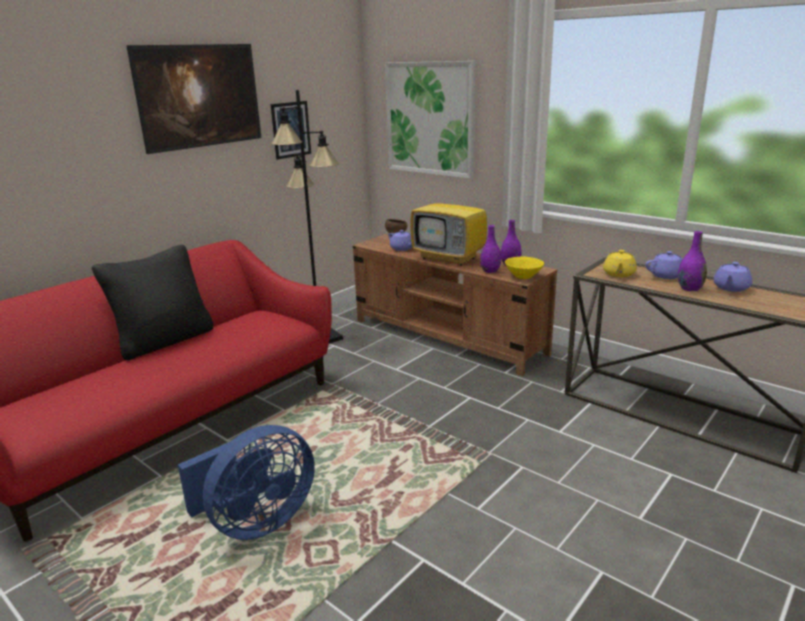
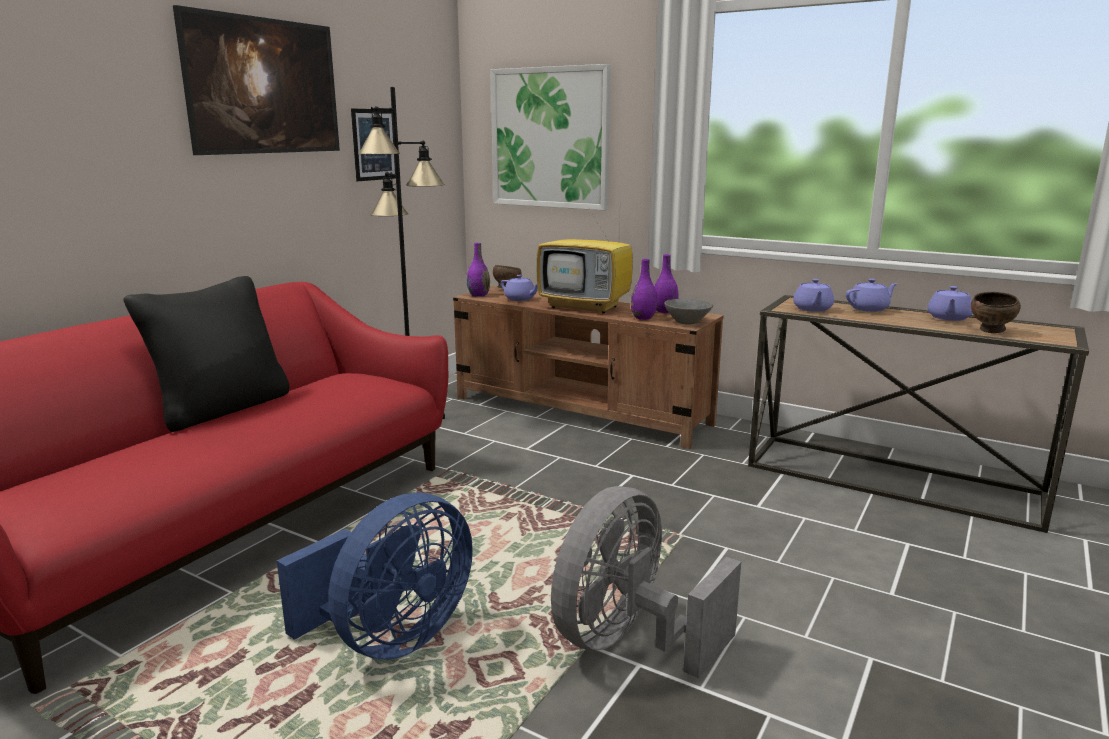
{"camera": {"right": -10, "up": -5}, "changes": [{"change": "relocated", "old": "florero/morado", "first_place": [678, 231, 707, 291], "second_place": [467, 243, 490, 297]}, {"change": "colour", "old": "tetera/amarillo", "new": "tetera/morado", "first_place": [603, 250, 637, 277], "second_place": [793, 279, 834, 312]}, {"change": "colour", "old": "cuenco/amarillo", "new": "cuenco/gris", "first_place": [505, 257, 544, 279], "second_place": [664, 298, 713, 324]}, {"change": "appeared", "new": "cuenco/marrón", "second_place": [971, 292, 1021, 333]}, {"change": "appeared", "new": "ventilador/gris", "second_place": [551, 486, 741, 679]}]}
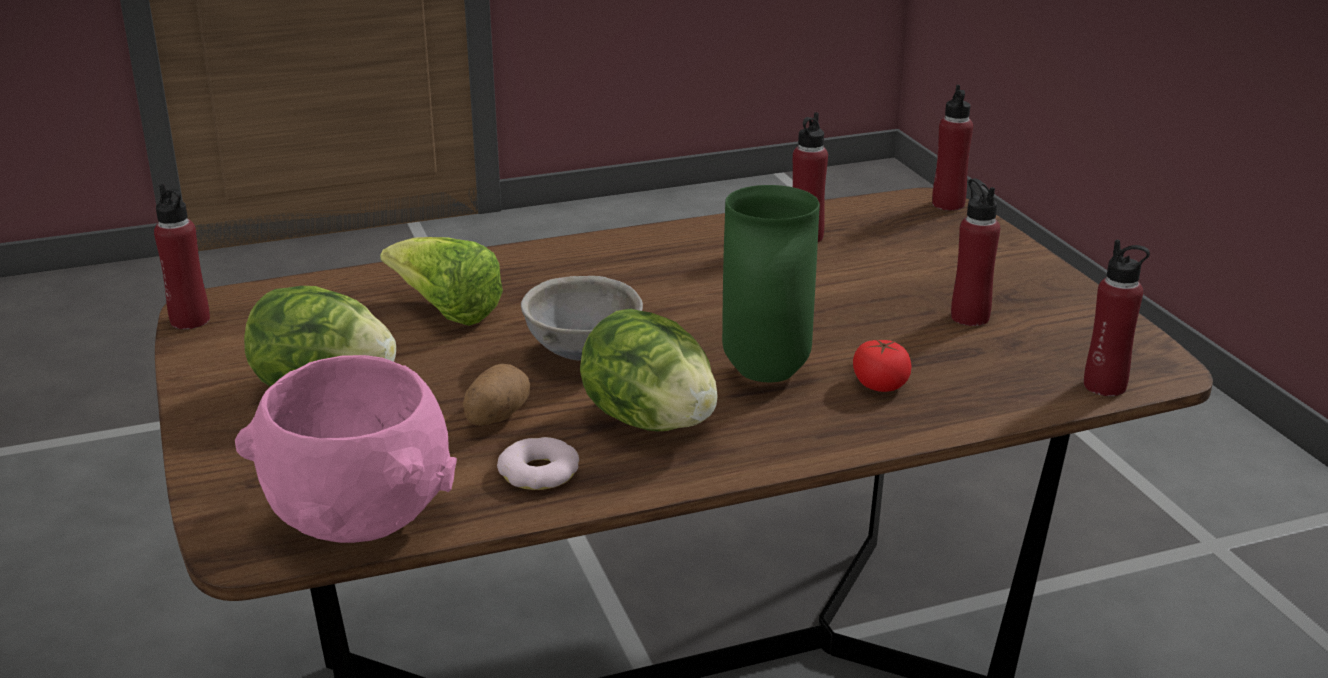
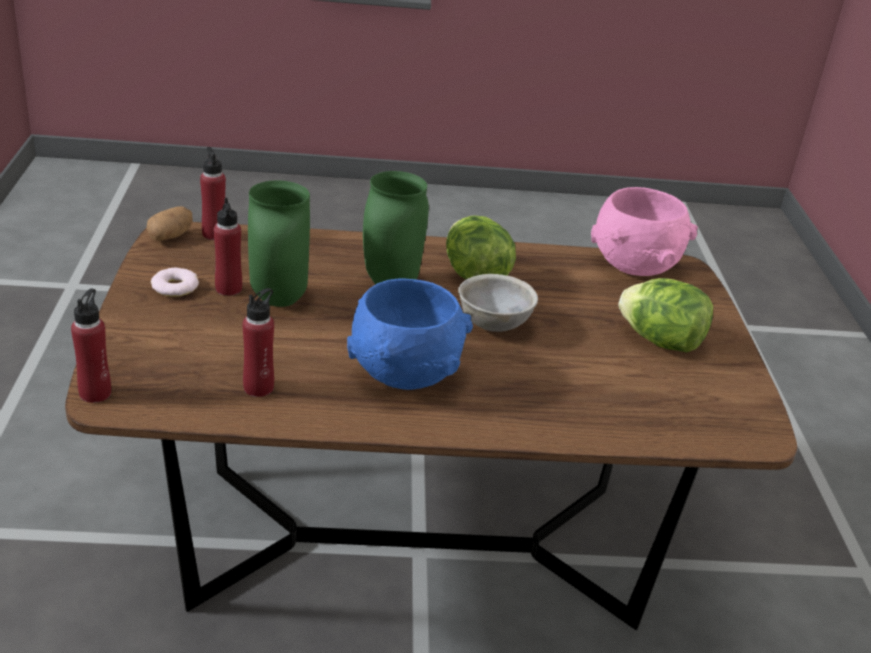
{"camera": {"right": -165, "up": 5}, "changes": [{"change": "missing", "old": "botella/rojo", "first_place": [154, 184, 210, 329]}, {"change": "missing", "old": "lechuga", "first_place": [380, 237, 503, 326]}, {"change": "missing", "old": "tomate", "first_place": [853, 338, 911, 392]}, {"change": "relocated", "old": "patata", "first_place": [463, 364, 530, 426], "second_place": [147, 206, 193, 241]}, {"change": "relocated", "old": "rosquilla", "first_place": [497, 437, 579, 490], "second_place": [151, 268, 199, 297]}, {"change": "appeared", "new": "florero/verde", "second_place": [248, 180, 310, 307]}, {"change": "appeared", "new": "cuenco/azul", "second_place": [347, 279, 473, 390]}]}
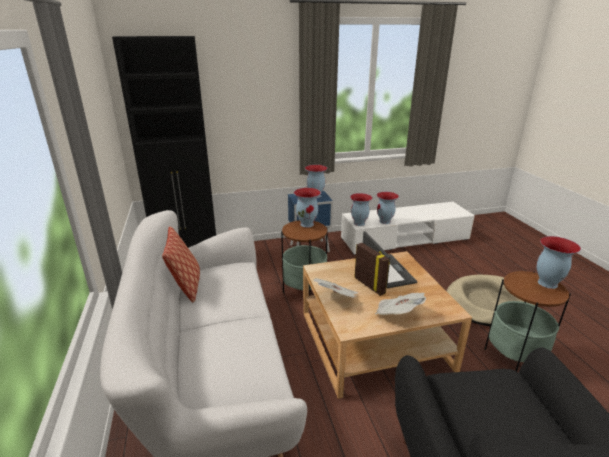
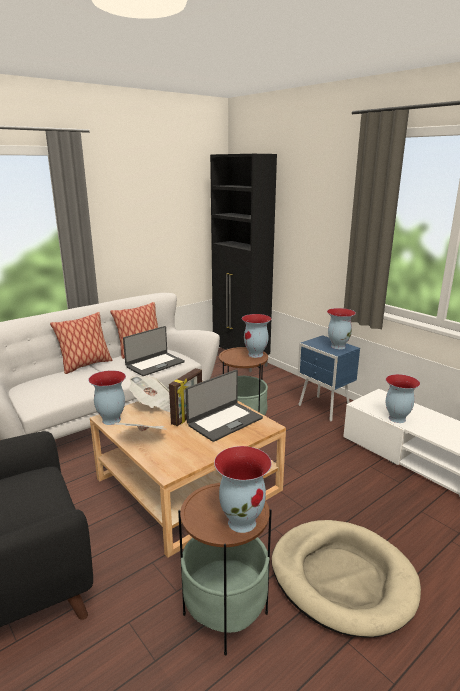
{"camera": {"right": 65, "up": -5}, "changes": [{"change": "relocated", "old": "florero", "first_place": [350, 193, 372, 226], "second_place": [88, 370, 126, 425]}, {"change": "appeared", "new": "cojín", "second_place": [50, 312, 113, 374]}, {"change": "appeared", "new": "portátil", "second_place": [123, 326, 185, 376]}]}
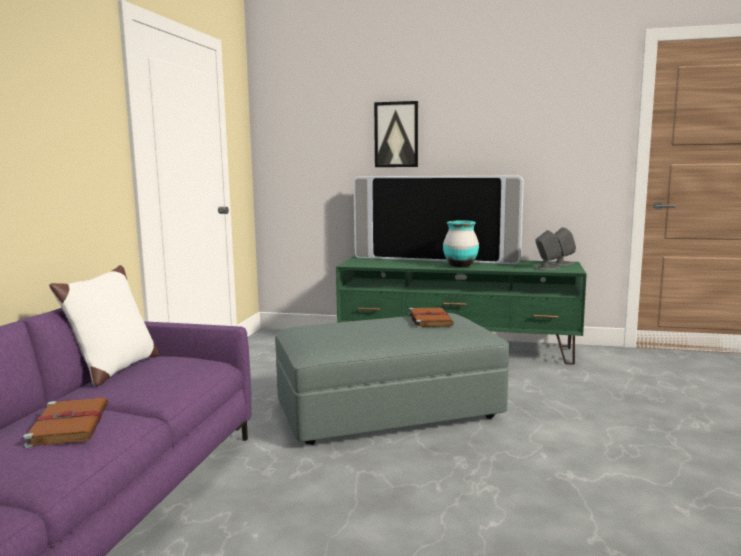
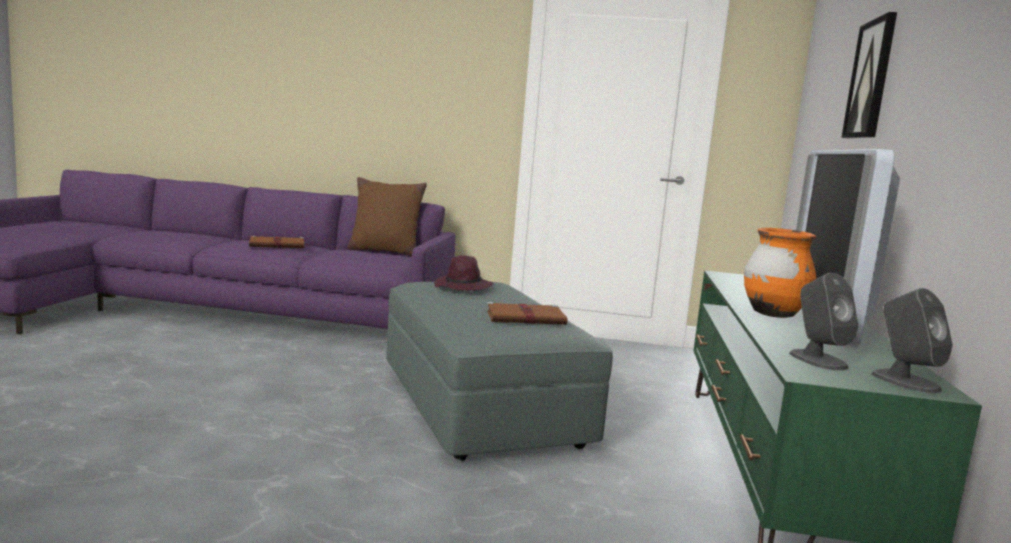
{"camera": {"right": 85, "up": 0}, "changes": [{"change": "colour", "old": "florero/turquesa", "new": "florero/naranja", "first_place": [443, 220, 479, 268], "second_place": [744, 228, 817, 318]}, {"change": "colour", "old": "cojín/blanco", "new": "cojín/marrón", "first_place": [49, 265, 159, 386], "second_place": [347, 177, 427, 257]}, {"change": "appeared", "new": "sombrero/morado", "second_place": [434, 255, 494, 291]}]}
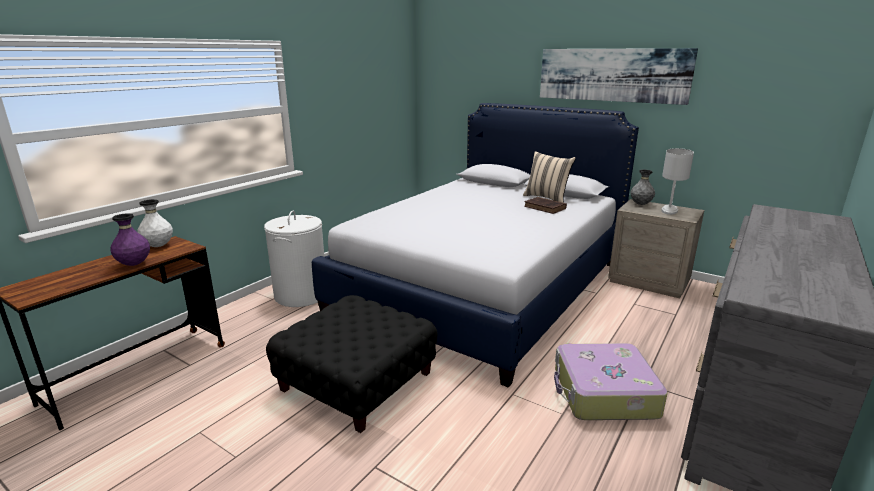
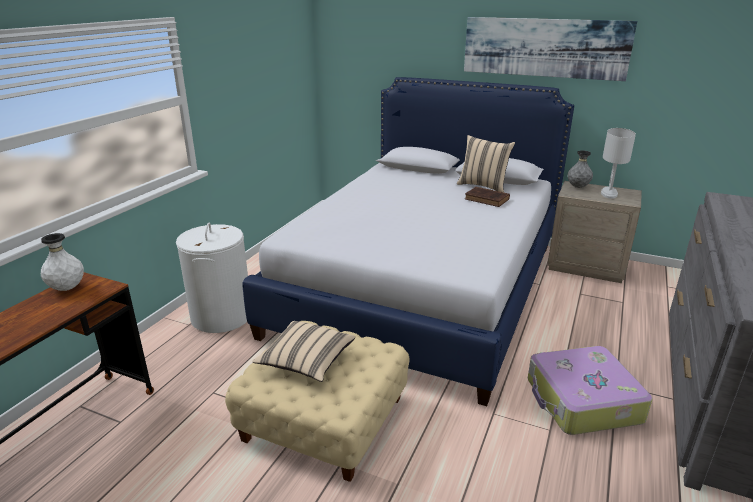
{"camera": {"right": -10, "up": 5}, "changes": [{"change": "missing", "old": "florero/morado", "first_place": [110, 213, 150, 266]}, {"change": "colour", "old": "puf/negro", "new": "puf/beis", "first_place": [266, 295, 437, 433], "second_place": [225, 321, 409, 482]}, {"change": "appeared", "new": "cojín/beis", "second_place": [252, 321, 355, 382]}]}
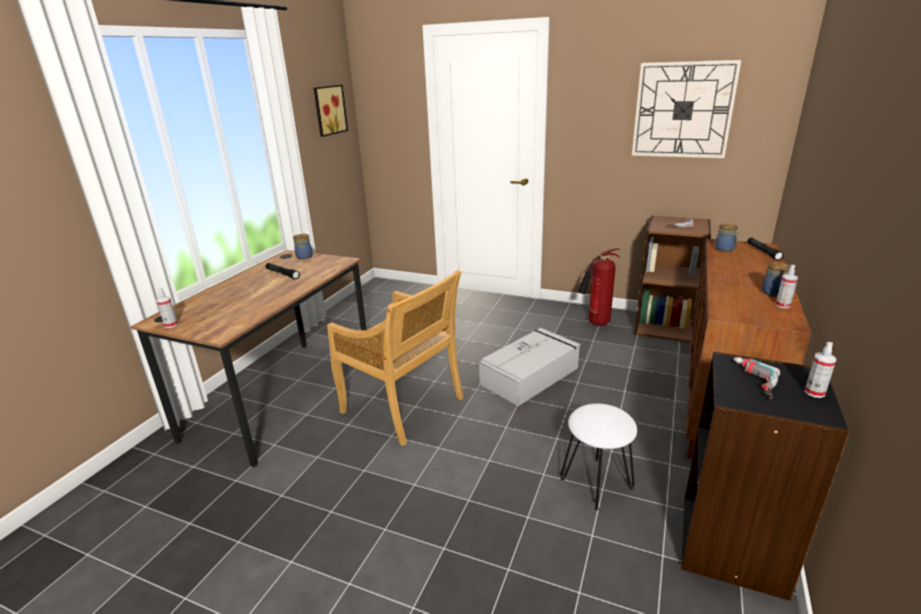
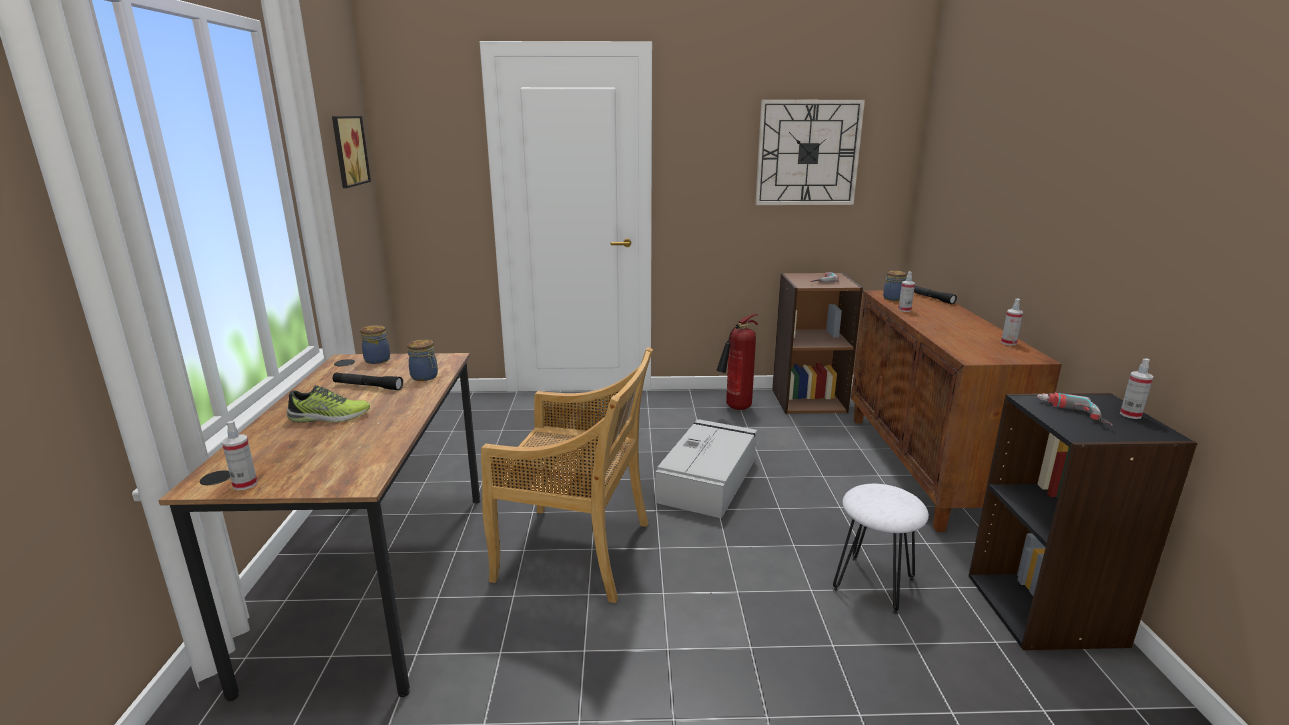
{"camera": {"right": -25, "up": -5}, "changes": [{"change": "relocated", "old": "tarro", "first_place": [762, 262, 790, 297], "second_place": [407, 339, 438, 381]}, {"change": "appeared", "new": "pulverizador", "second_place": [898, 271, 915, 312]}, {"change": "appeared", "new": "zapato", "second_place": [287, 385, 370, 423]}]}
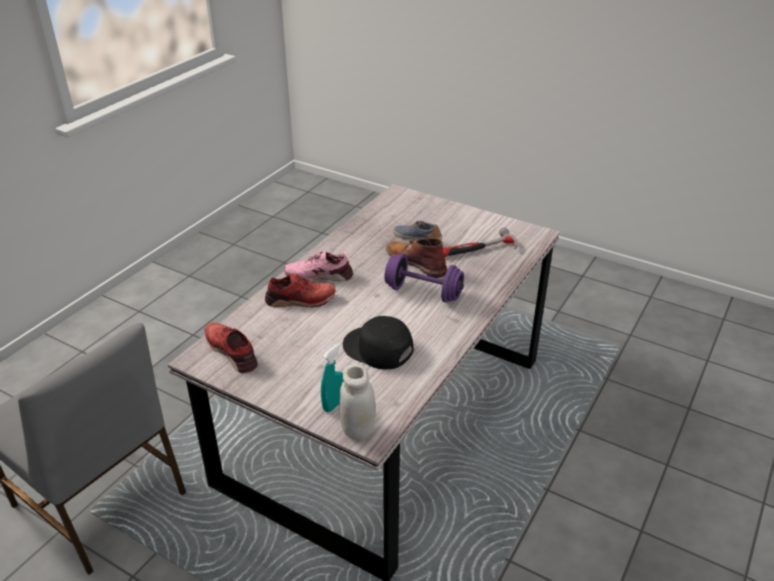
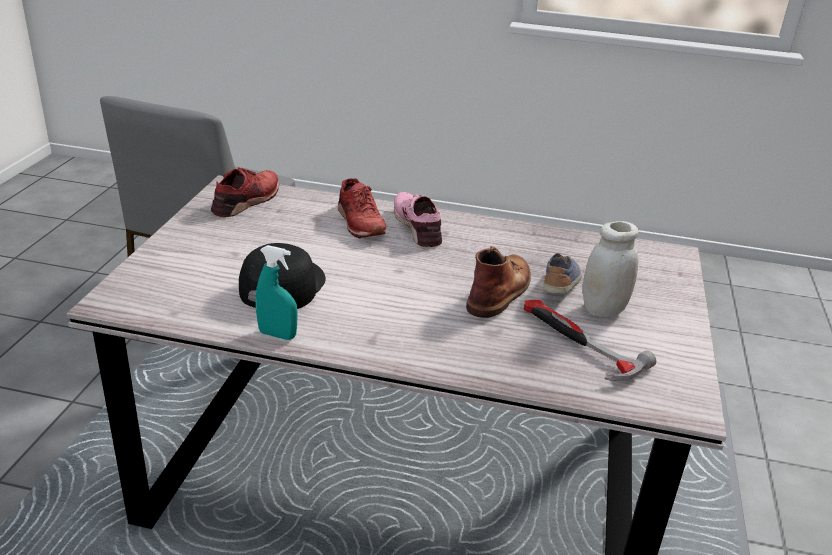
{"camera": {"right": 70, "up": -5}, "changes": [{"change": "missing", "old": "mancuerna/morado", "first_place": [384, 253, 464, 303]}, {"change": "relocated", "old": "pulverizador/turquesa", "first_place": [321, 343, 343, 412], "second_place": [256, 245, 297, 340]}, {"change": "relocated", "old": "tarro/blanco", "first_place": [340, 364, 376, 440], "second_place": [583, 221, 639, 317]}]}
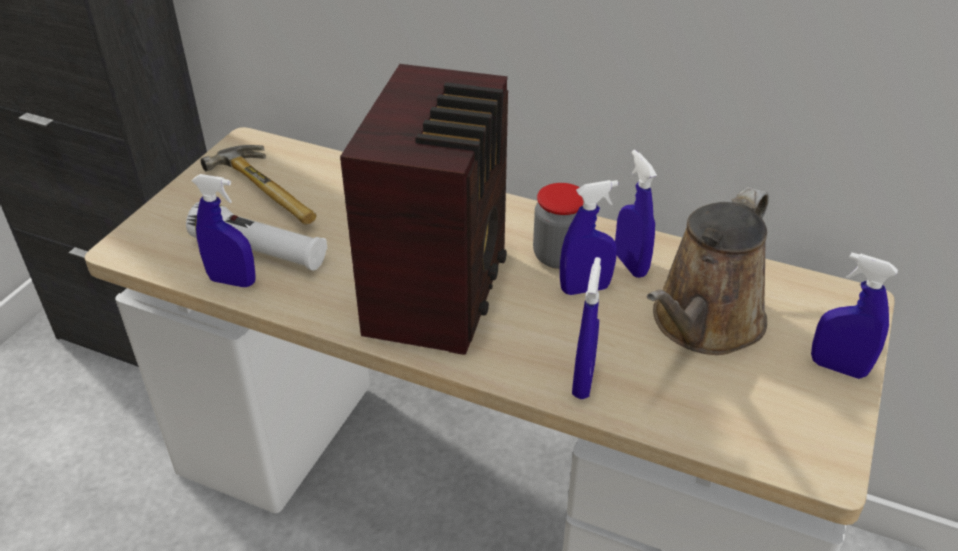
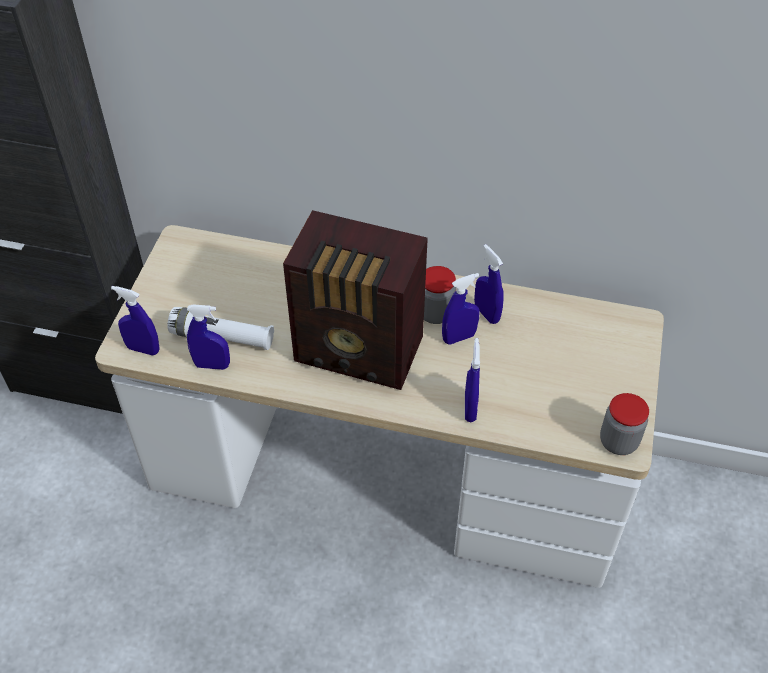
{"camera": {"right": -10, "up": 10}, "changes": [{"change": "spun", "old": "radio", "first_place": [340, 64, 508, 355], "second_place": [283, 210, 428, 390], "degrees": 105}, {"change": "missing", "old": "martillo", "first_place": [201, 145, 316, 224]}, {"change": "missing", "old": "regadera/marrón", "first_place": [647, 187, 769, 355]}, {"change": "relocated", "old": "pulverizador/azul", "first_place": [811, 252, 898, 379], "second_place": [111, 286, 160, 356]}, {"change": "appeared", "new": "tarro", "second_place": [600, 393, 649, 455]}]}
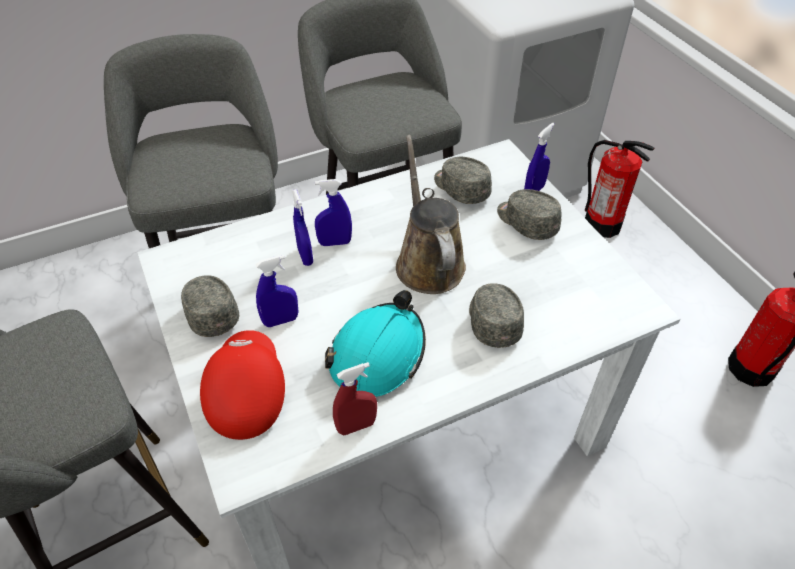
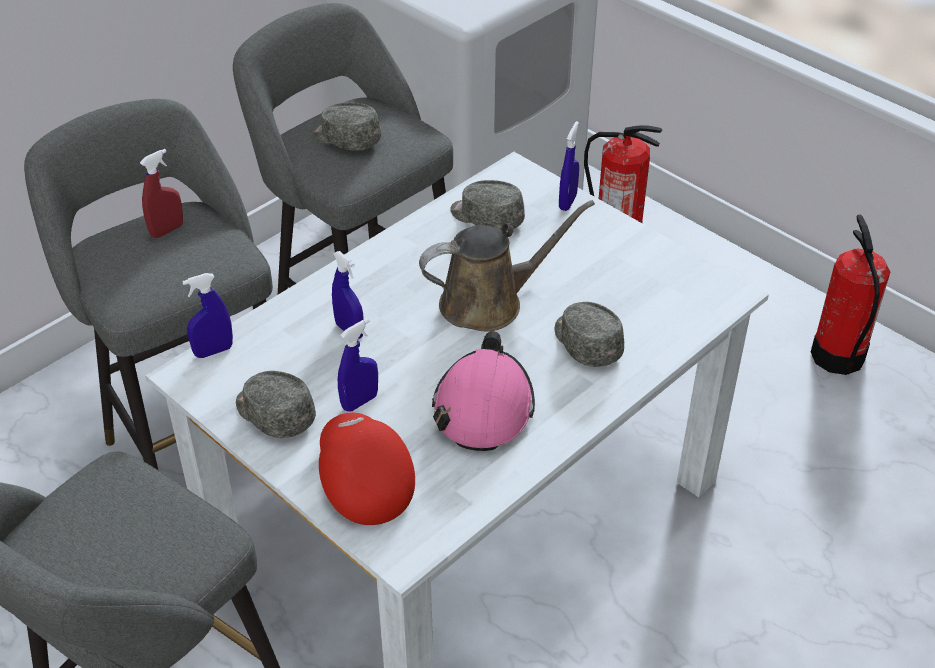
{"camera": {"right": -20, "up": -5}, "changes": [{"change": "spun", "old": "regadera/marrón", "first_place": [396, 135, 466, 294], "second_place": [419, 200, 595, 331], "degrees": 105}, {"change": "relocated", "old": "pulverizador/azul", "first_place": [315, 179, 352, 246], "second_place": [182, 273, 233, 358]}, {"change": "relocated", "old": "gorra/gris", "first_place": [497, 189, 561, 240], "second_place": [312, 102, 381, 151]}, {"change": "colour", "old": "casco/turquesa", "new": "casco/rosa", "first_place": [325, 290, 426, 397], "second_place": [432, 331, 535, 451]}, {"change": "relocated", "old": "pulverizador/rojo", "first_place": [333, 362, 377, 435], "second_place": [140, 149, 183, 238]}]}
